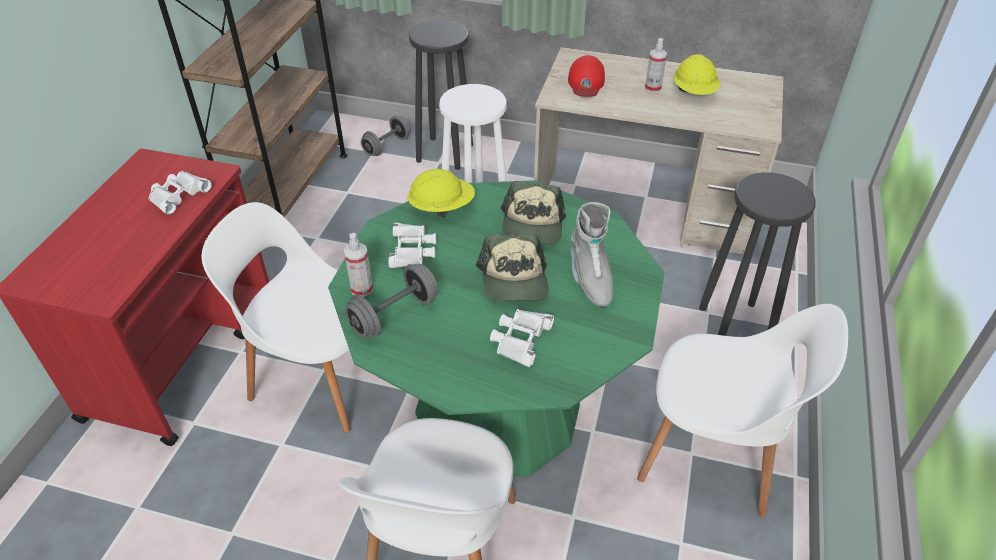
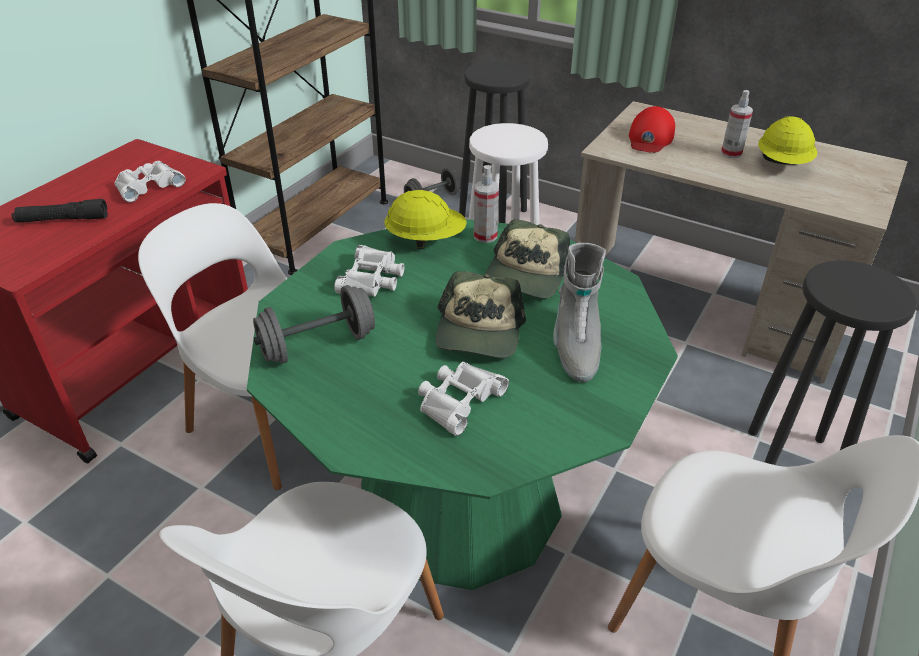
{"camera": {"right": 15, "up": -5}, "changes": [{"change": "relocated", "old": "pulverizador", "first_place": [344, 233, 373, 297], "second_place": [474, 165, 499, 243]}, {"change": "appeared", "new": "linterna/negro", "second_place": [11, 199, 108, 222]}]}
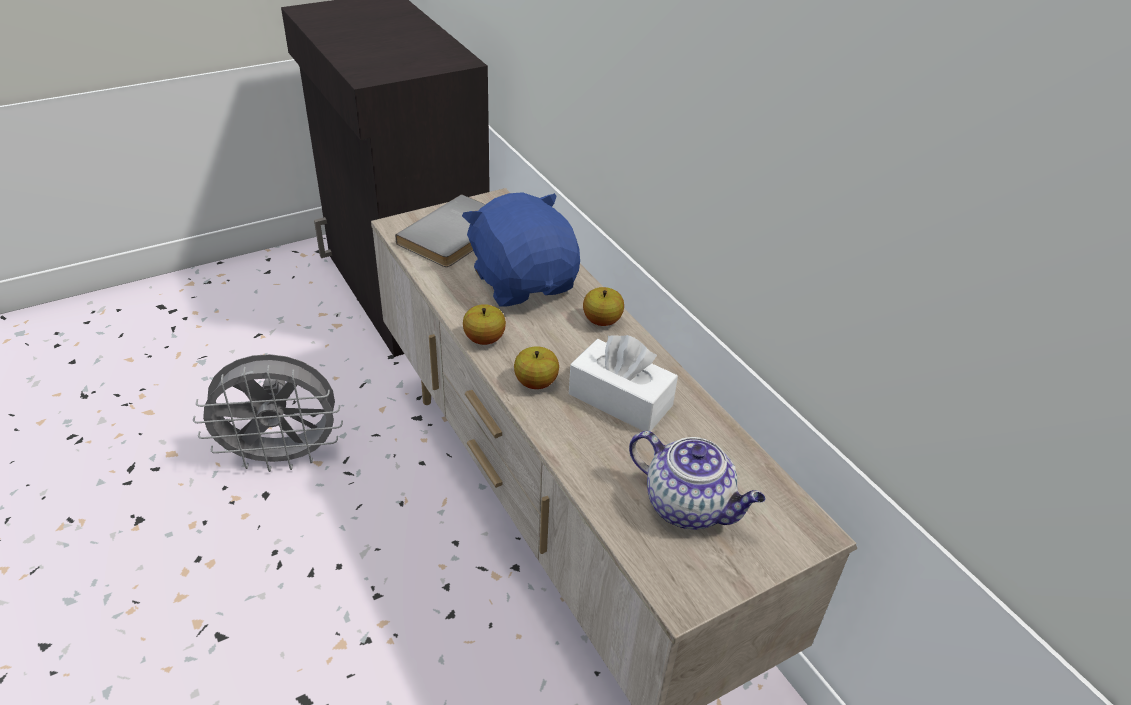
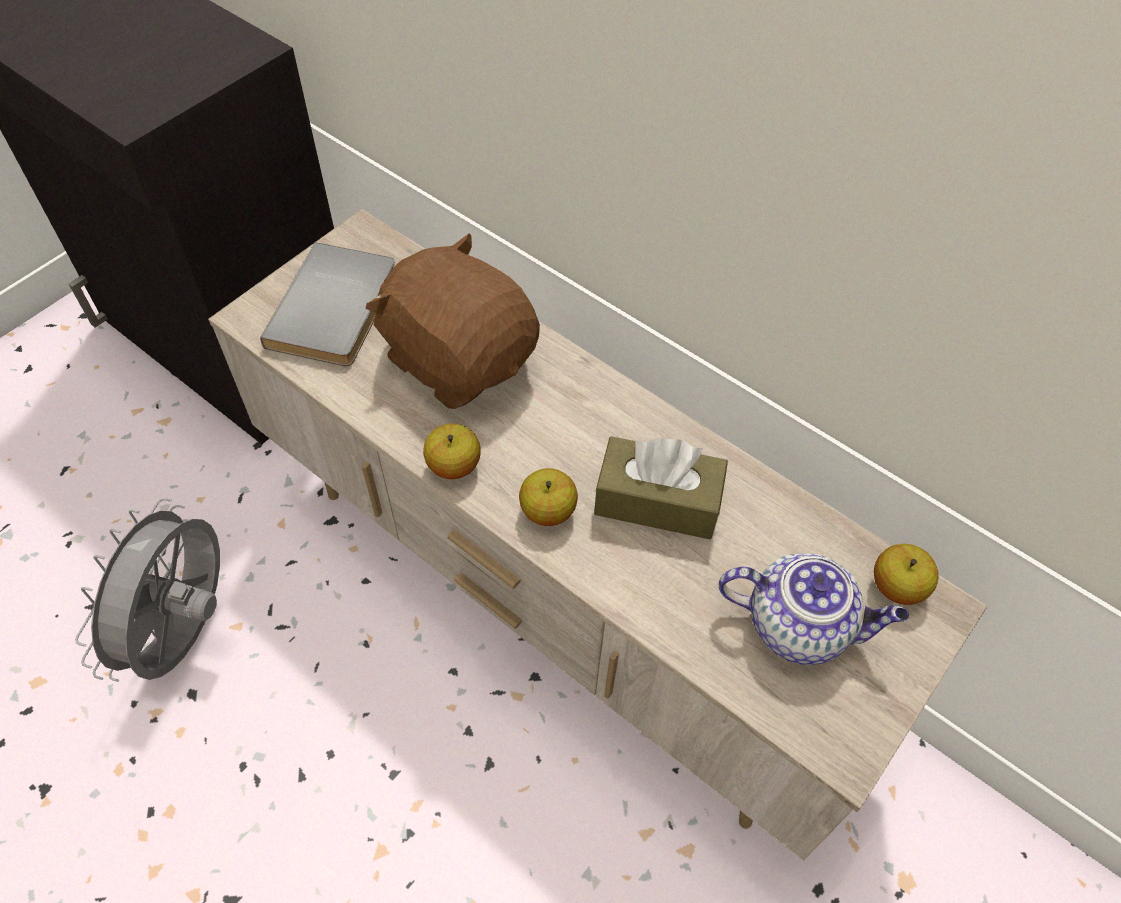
{"camera": {"right": -20, "up": 15}, "changes": [{"change": "colour", "old": "peluche/azul", "new": "peluche/marrón", "first_place": [462, 192, 580, 307], "second_place": [365, 234, 540, 409]}, {"change": "relocated", "old": "manzana", "first_place": [583, 287, 624, 326], "second_place": [874, 544, 939, 605]}, {"change": "colour", "old": "caja de pañuelos/blanco", "new": "caja de pañuelos/marrón", "first_place": [569, 335, 678, 431], "second_place": [594, 436, 728, 539]}, {"change": "spun", "old": "ventilador/gris", "first_place": [193, 354, 343, 472], "second_place": [75, 498, 220, 682], "degrees": 135}]}
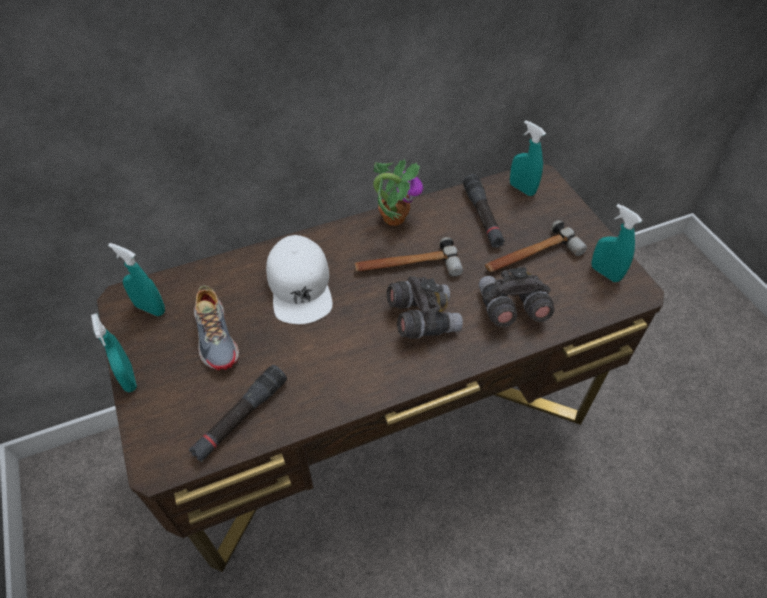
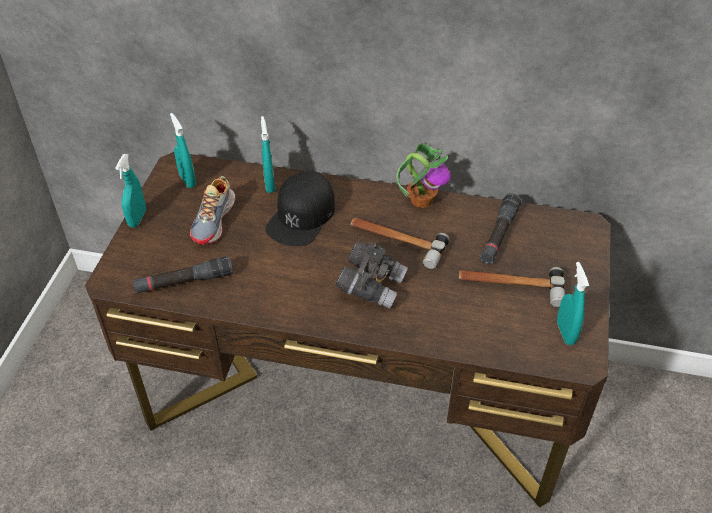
{"camera": {"right": 35, "up": -5}, "changes": [{"change": "relocated", "old": "pulverizador/turquesa", "first_place": [510, 120, 546, 196], "second_place": [261, 116, 275, 193]}, {"change": "colour", "old": "gorra/blanco", "new": "gorra/negro", "first_place": [266, 235, 333, 324], "second_place": [265, 171, 335, 246]}, {"change": "missing", "old": "prismáticos/gris", "first_place": [478, 267, 555, 327]}]}
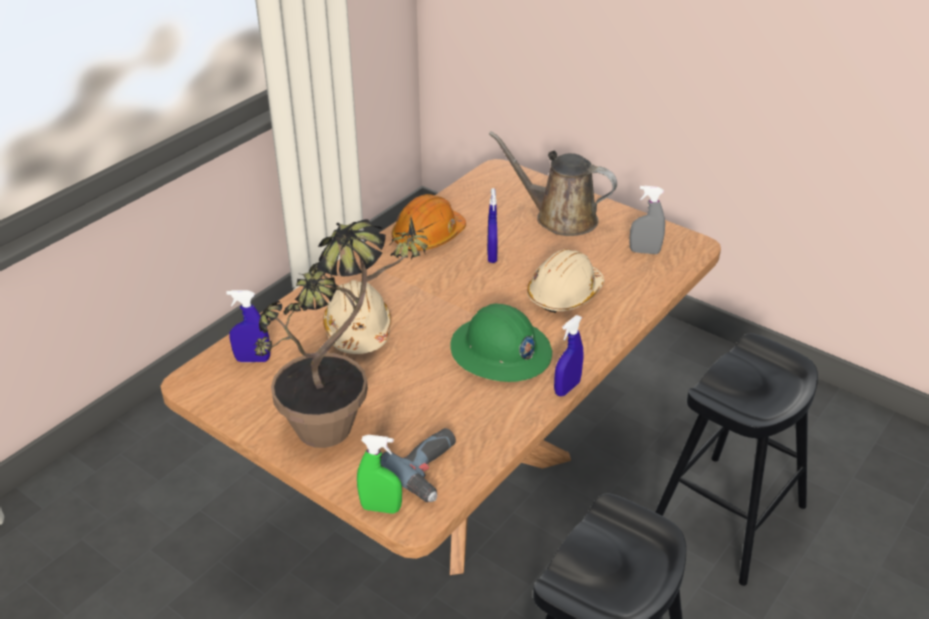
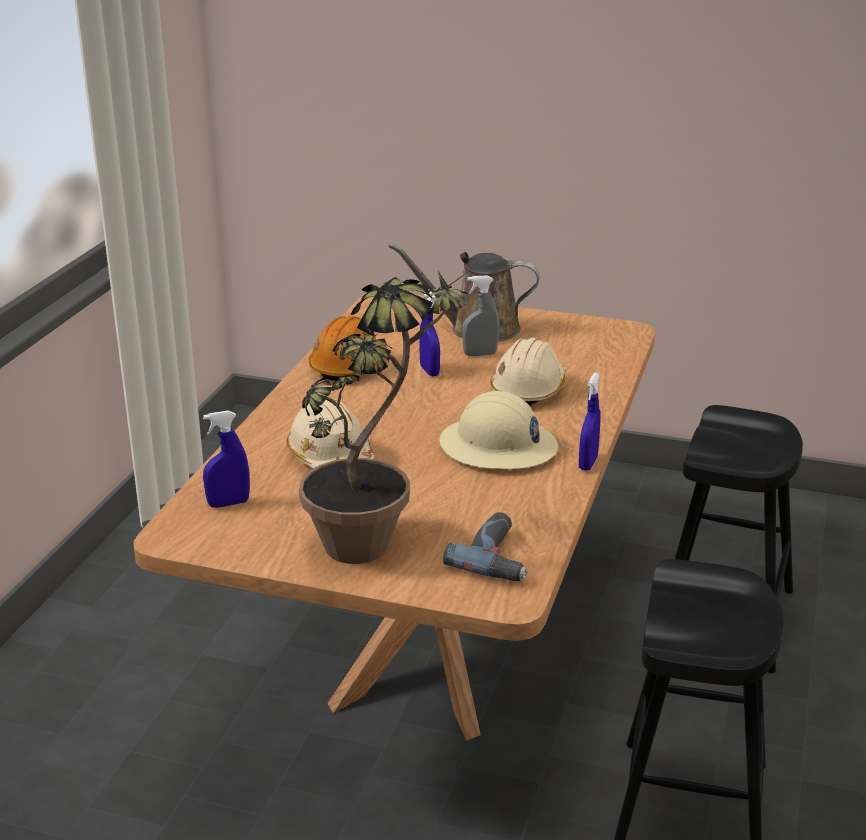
{"camera": {"right": -20, "up": -10}, "changes": [{"change": "relocated", "old": "pulverizador/gris", "first_place": [629, 185, 665, 254], "second_place": [462, 275, 499, 356]}, {"change": "colour", "old": "casco/verde", "new": "casco/beis", "first_place": [450, 304, 552, 382], "second_place": [439, 391, 558, 469]}, {"change": "missing", "old": "pulverizador/verde", "first_place": [357, 435, 402, 514]}]}
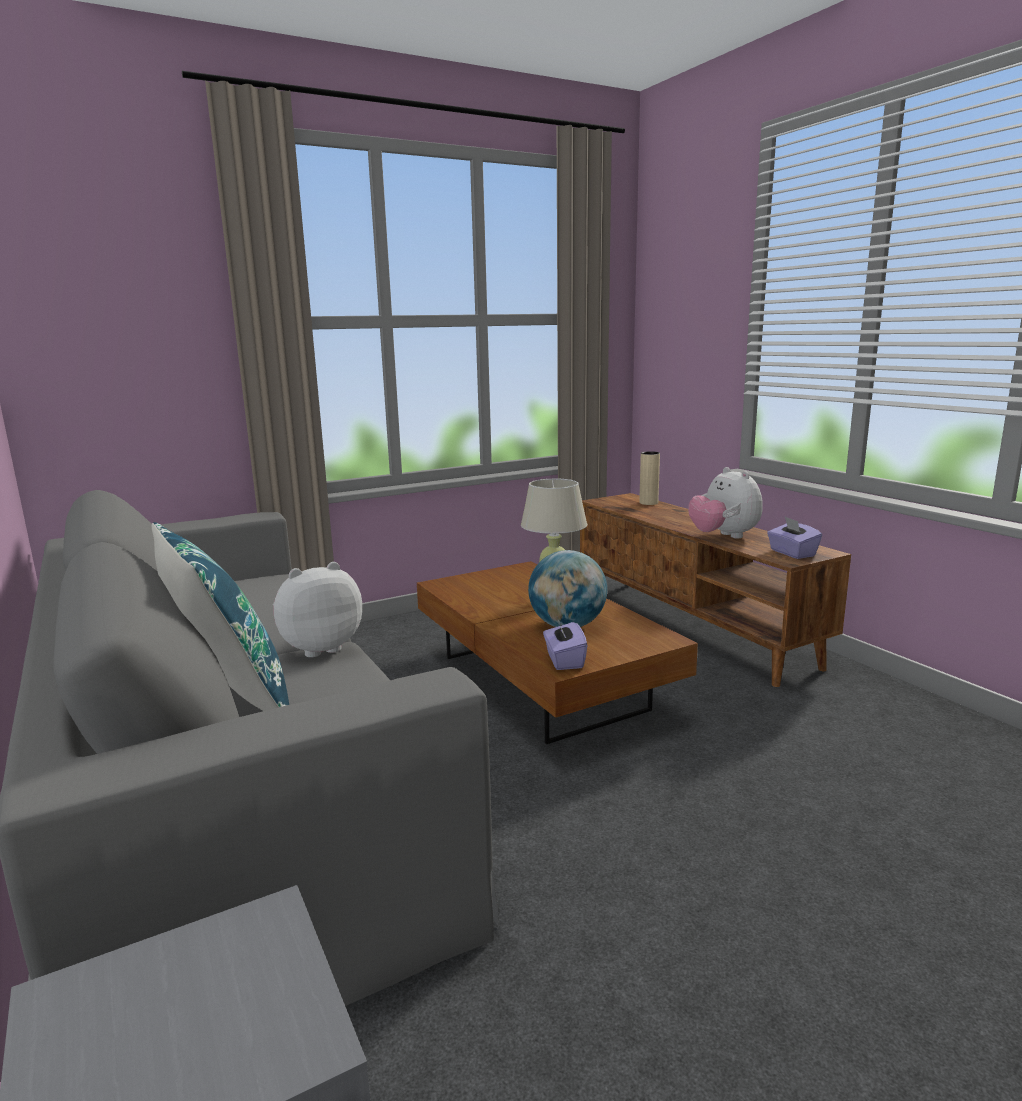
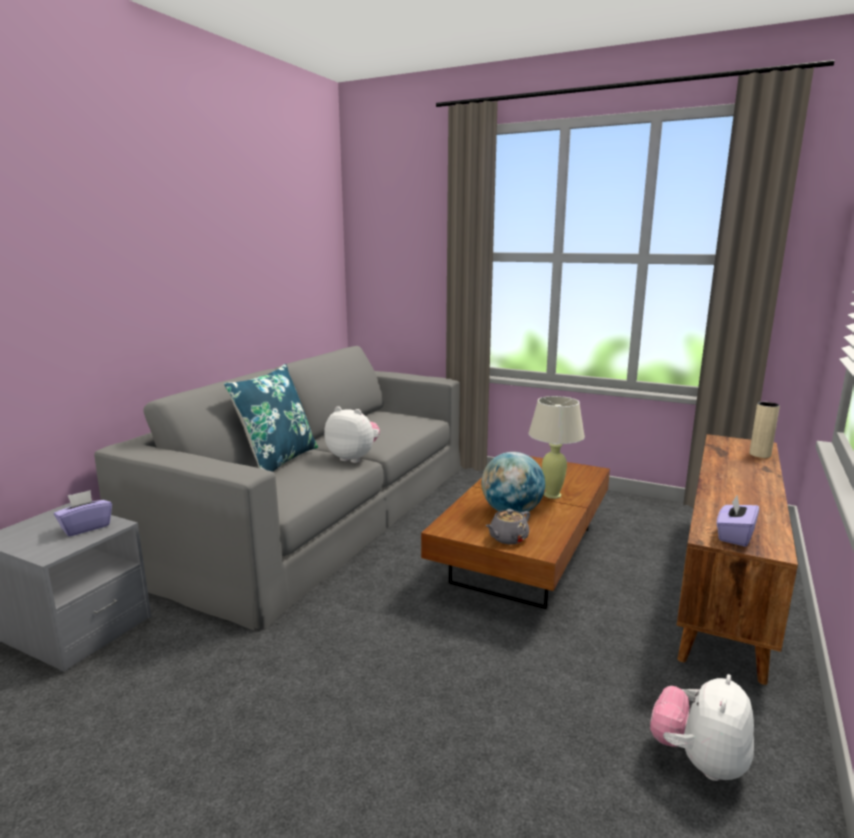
{"camera": {"right": 55, "up": 0}, "changes": [{"change": "relocated", "old": "peluche", "first_place": [688, 467, 763, 538], "second_place": [650, 674, 754, 781]}, {"change": "relocated", "old": "caja de pañuelos/morado", "first_place": [543, 617, 588, 670], "second_place": [54, 490, 112, 537]}, {"change": "appeared", "new": "tetera/gris", "second_place": [486, 509, 530, 544]}]}
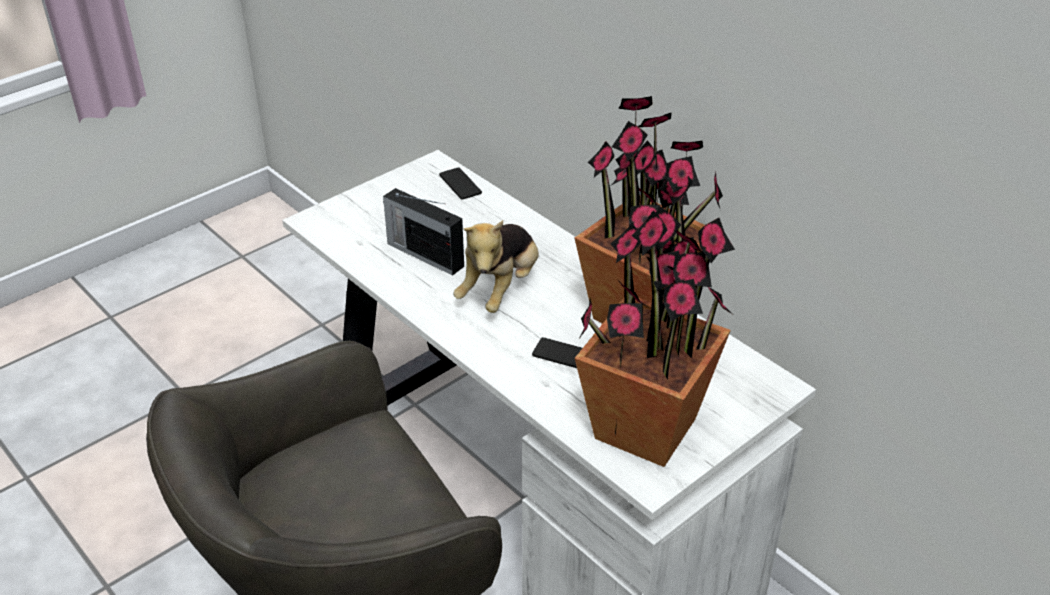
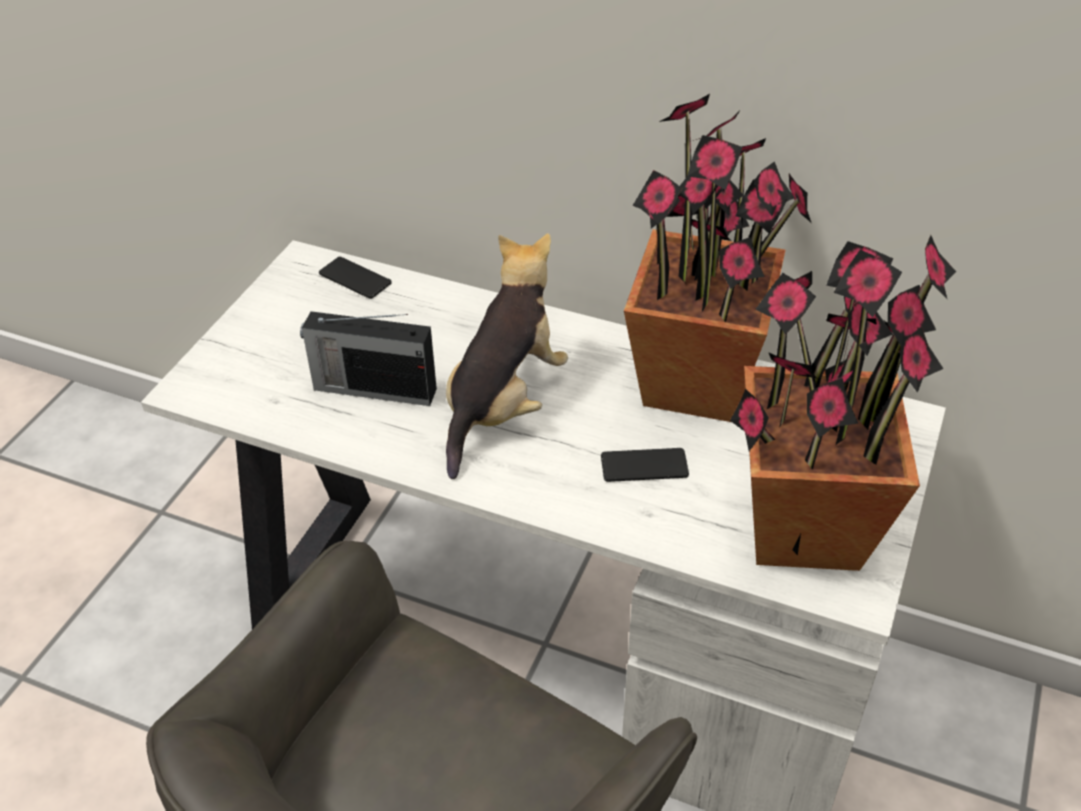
{"camera": {"right": -25, "up": 5}, "changes": [{"change": "spun", "old": "peluche", "first_place": [453, 220, 539, 313], "second_place": [446, 234, 568, 479], "degrees": -150}]}
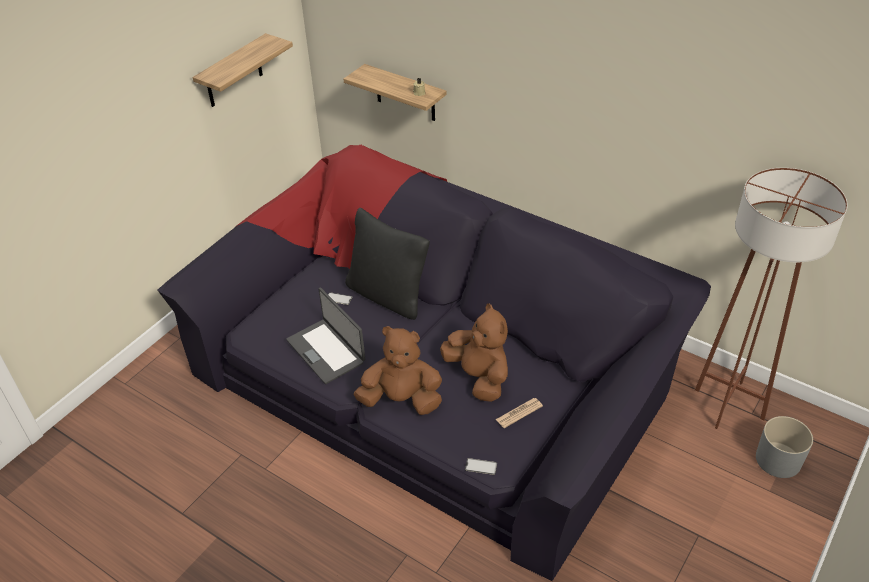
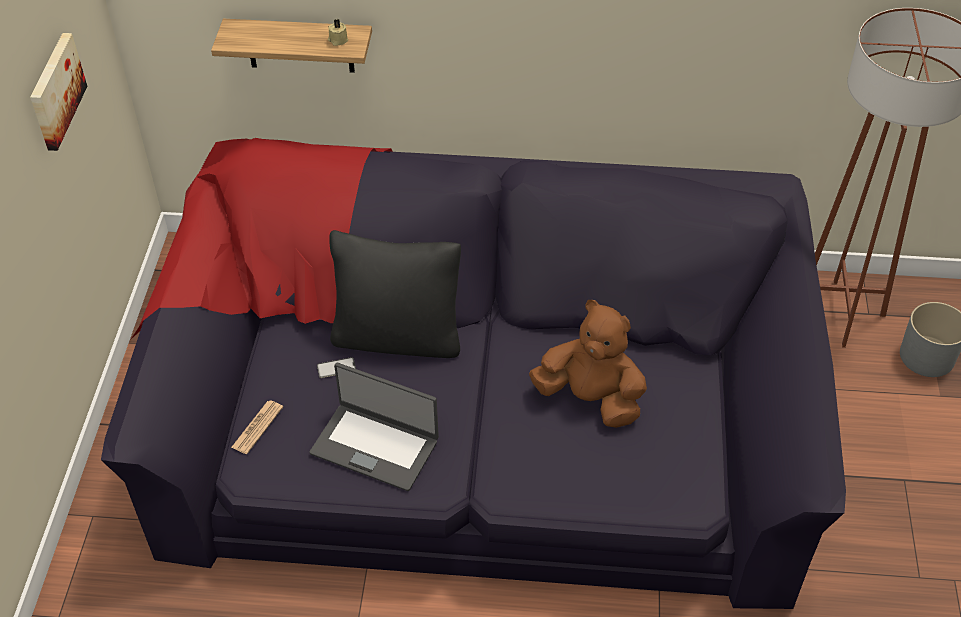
{"camera": {"right": -30, "up": 5}, "changes": [{"change": "exchanged", "old": "estante", "new": "cuadro", "first_place": [192, 33, 293, 107], "second_place": [30, 33, 87, 151]}, {"change": "missing", "old": "peluche/marrón", "first_place": [354, 326, 442, 415]}, {"change": "relocated", "old": "periódico", "first_place": [496, 398, 543, 428], "second_place": [231, 400, 283, 454]}, {"change": "missing", "old": "móvil", "first_place": [465, 458, 497, 475]}]}
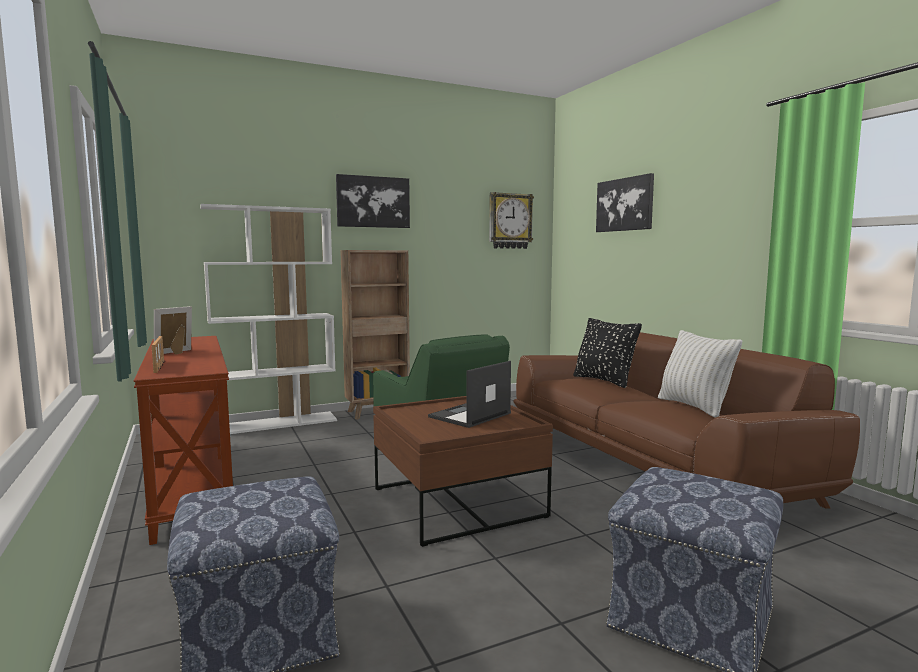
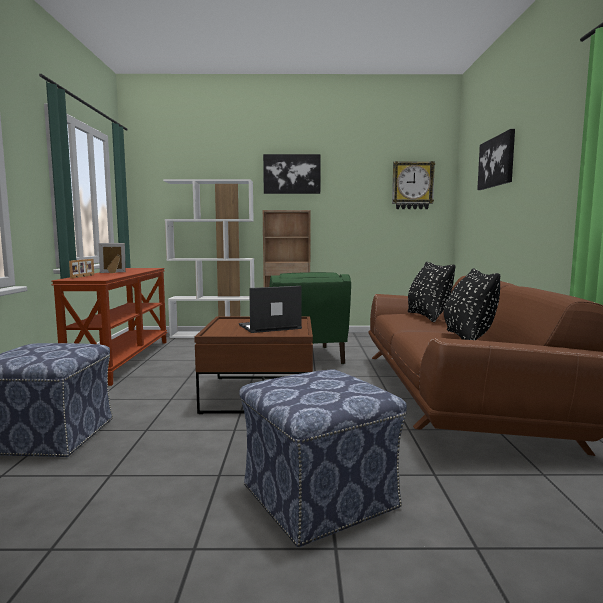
{"camera": {"right": 25, "up": 0}, "changes": [{"change": "colour", "old": "cojín/blanco", "new": "cojín/negro", "first_place": [658, 330, 742, 418], "second_place": [444, 268, 500, 340]}]}
